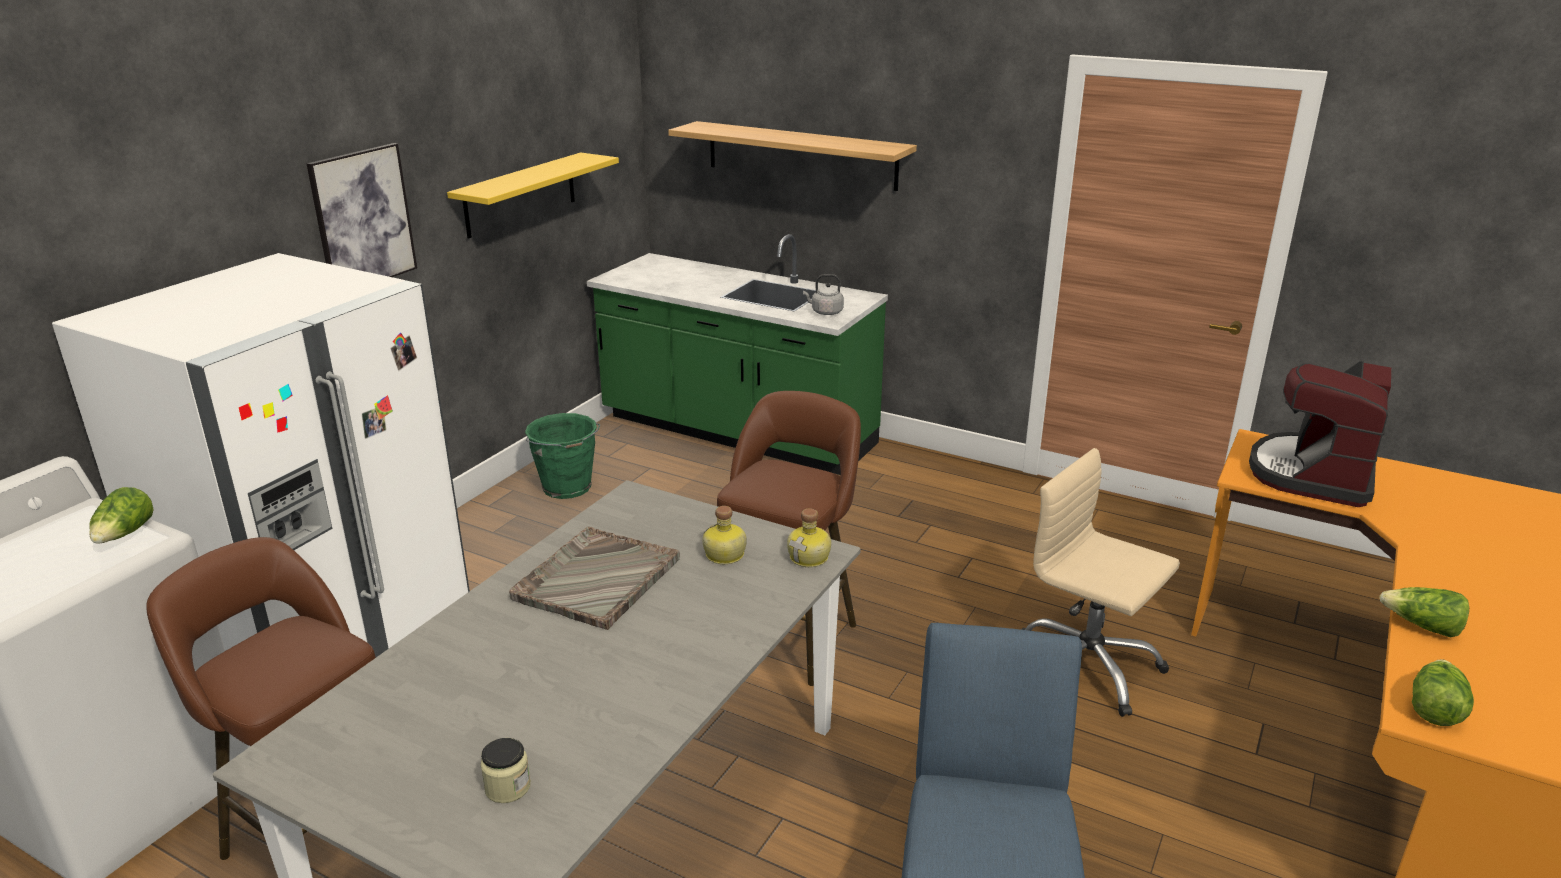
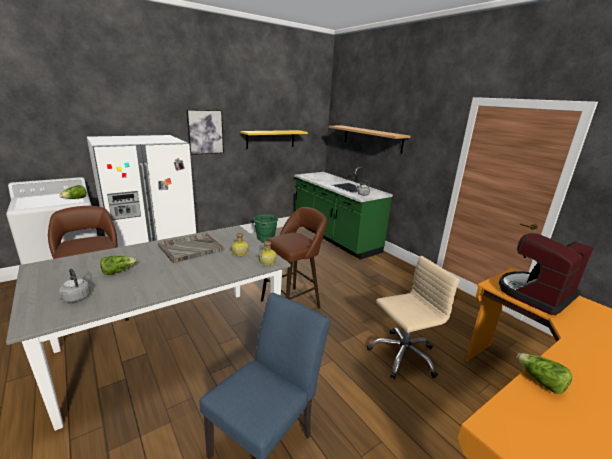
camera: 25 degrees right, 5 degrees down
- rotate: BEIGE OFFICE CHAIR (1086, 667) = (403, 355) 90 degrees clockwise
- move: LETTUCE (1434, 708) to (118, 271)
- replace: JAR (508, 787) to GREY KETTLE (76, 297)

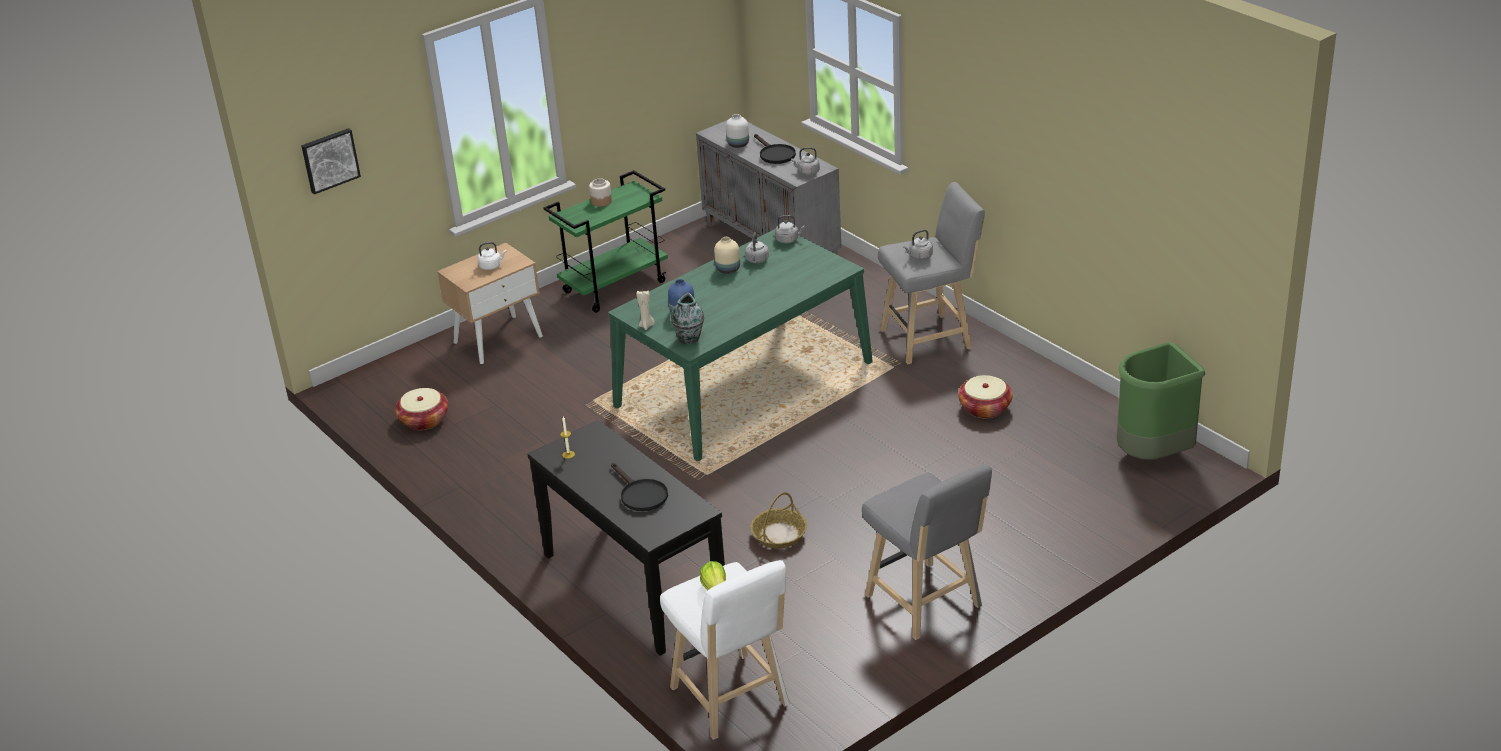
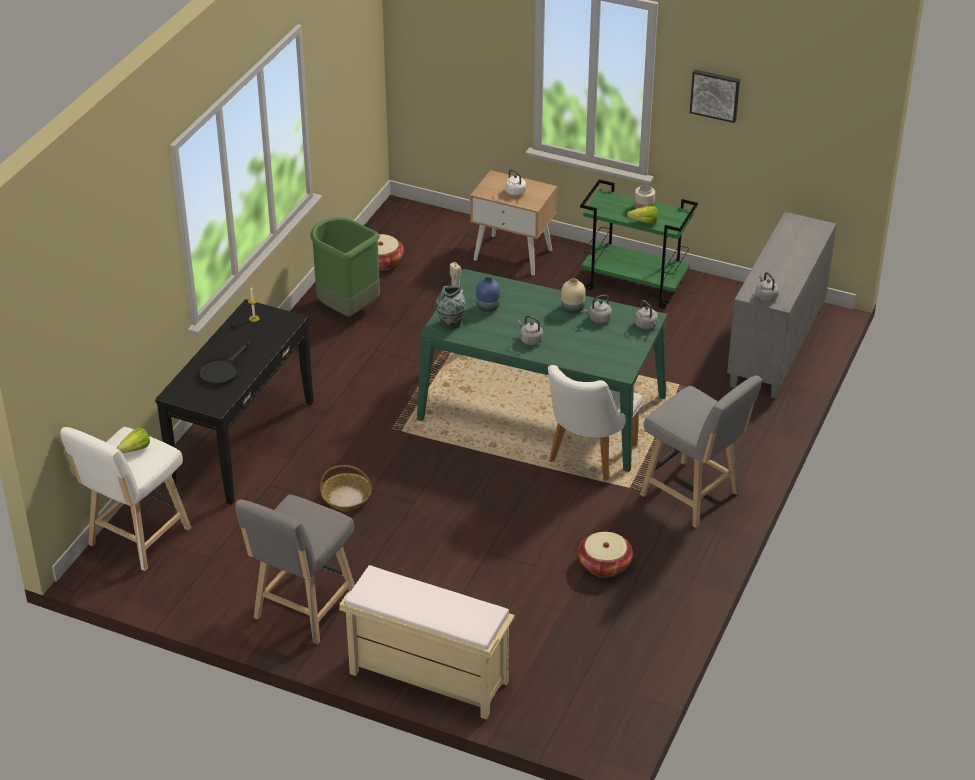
camera: 60 degrees right, 5 degrees up
- delete: WHITE VASE (738, 144)
- move: PICTURE (329, 160) to (715, 94)
- delete: BLACK FRYING PAN (774, 154)
- move: GREY KETTLE (919, 256) to (530, 340)
- move: GREEN TRASH CAN (1153, 454) to (346, 309)
- insert: LETTUCE (641, 222)
- insert: WHITE CHAIR (587, 457)
- insert: BEIGE BENCH (427, 677)

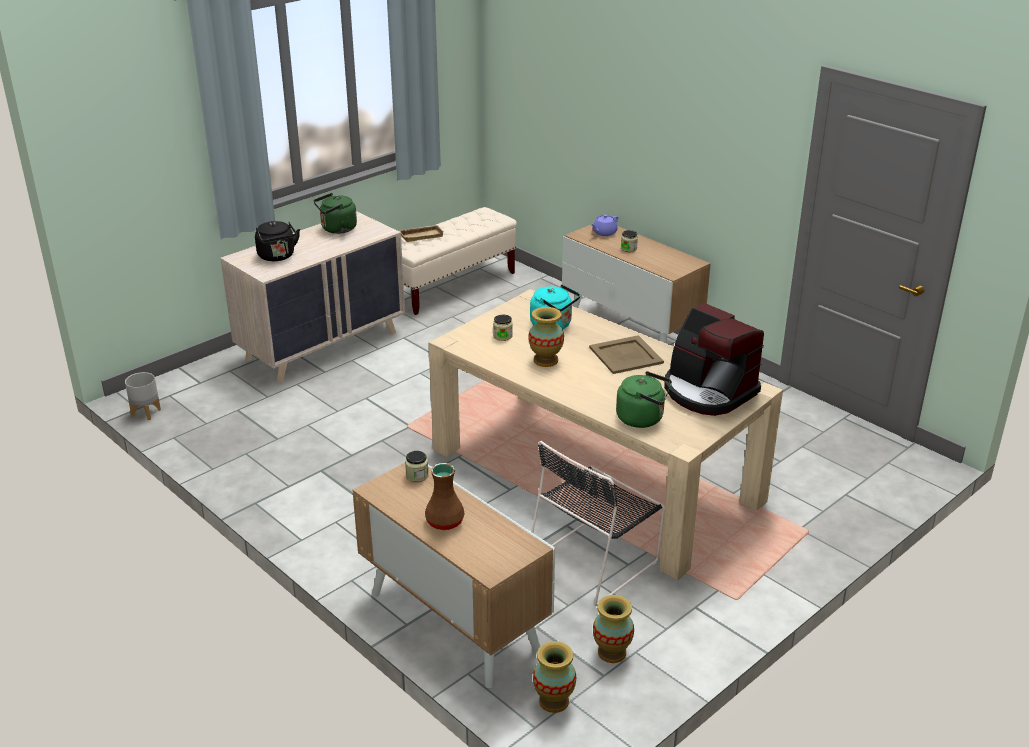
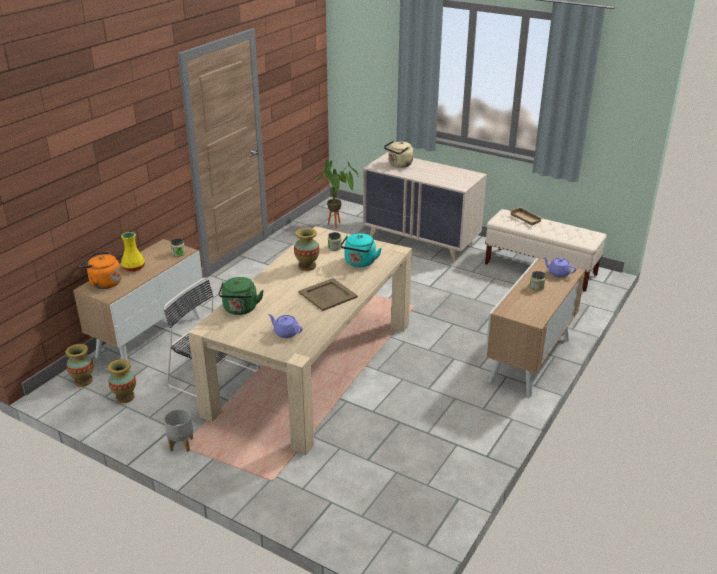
camera: 75 degrees right, 0 degrees up
- delete: GREEN KETTLE (337, 229)
- recolor: BLACK KETTLE (277, 257) to BEIGE KETTLE (399, 165)
- replace: COFFEE MACHINE (708, 391) to PURPLE TEAPOT (286, 333)
- move: GREY PLANTER (145, 413) to (181, 444)
- recolor: BROWN VASE (445, 521) to YELLOW VASE (134, 268)
- insert: POTTED PLANT (337, 226)
- insert: ORANGE KETTLE (103, 283)

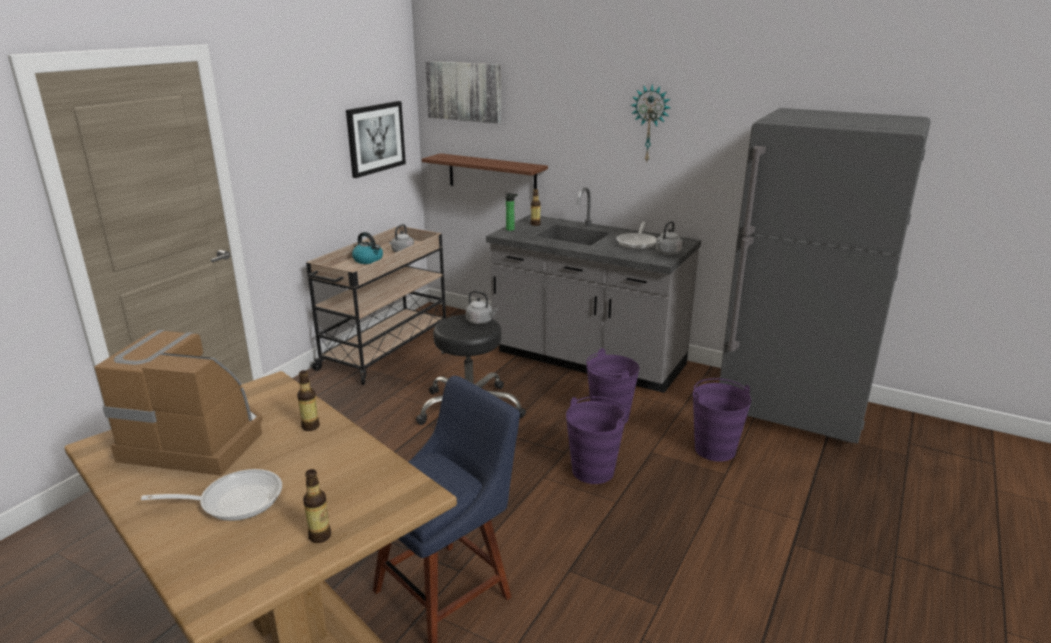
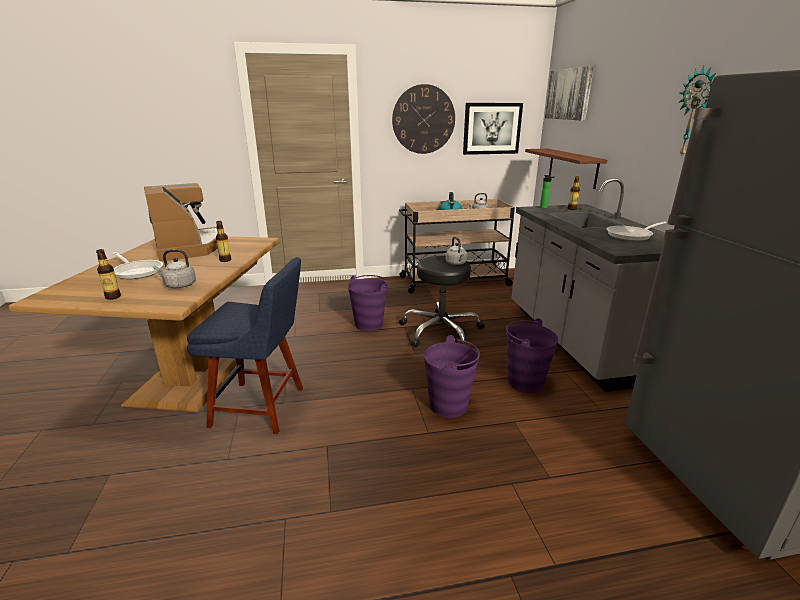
camera: 50 degrees right, 0 degrees up
- move: GREY KETTLE (667, 253) to (178, 285)
- move: PURPLE BUCKET (714, 449) to (369, 324)
- insert: WALL CLOCK (423, 119)

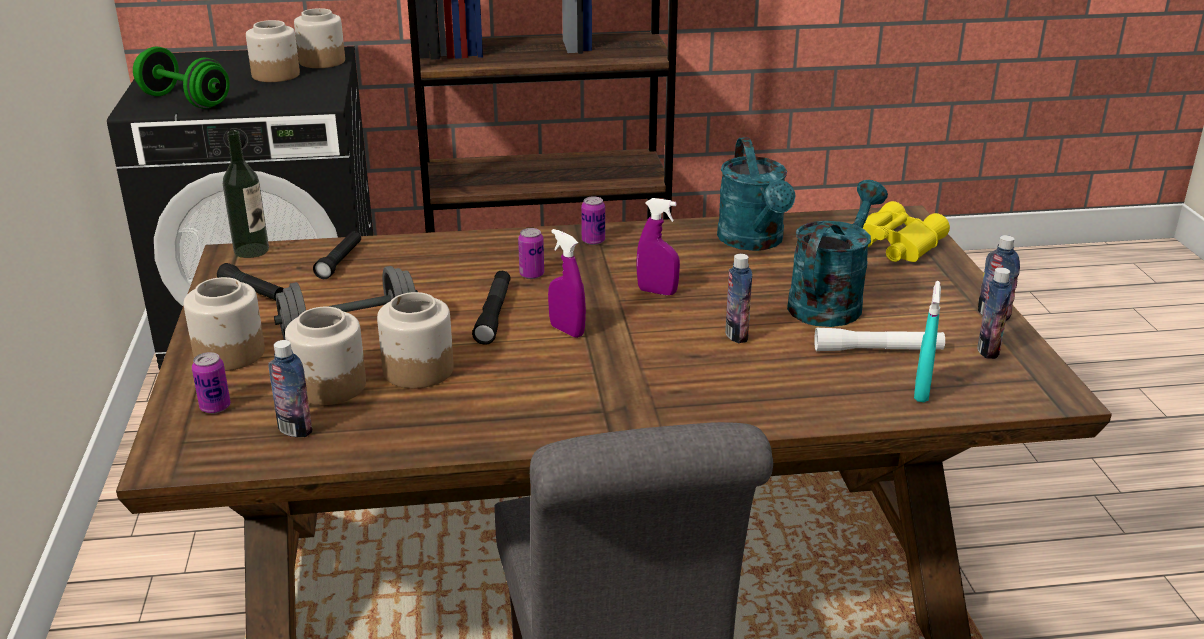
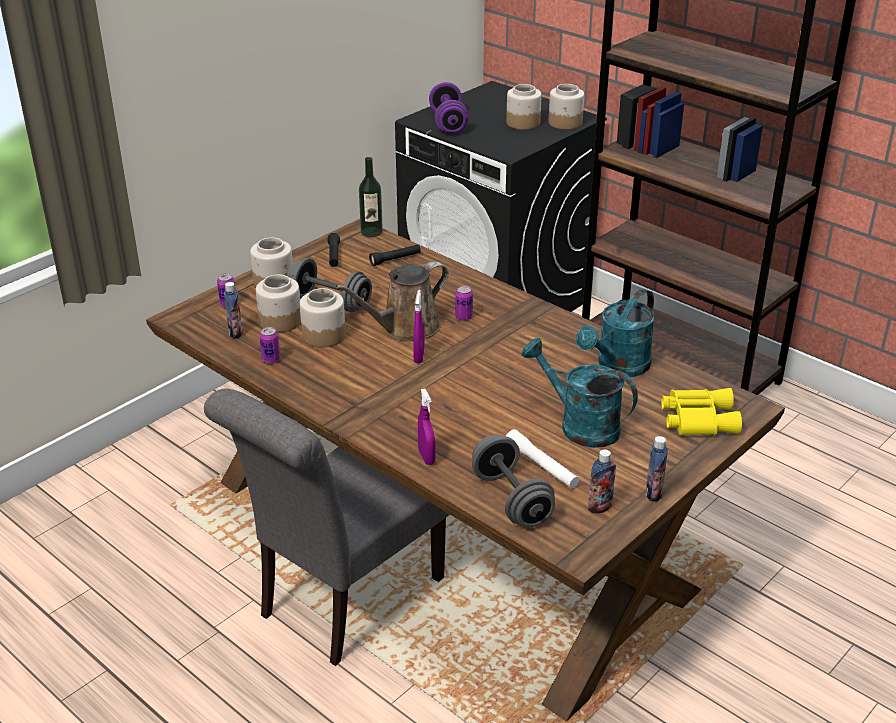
camera: 50 degrees right, 5 degrees up
- recolor: GREEN DUMBBELL (185, 101) to PURPLE DUMBBELL (448, 123)
- rotate: TURQUOISE WATERING CAN (830, 301) = (580, 425) 135 degrees counterclockwise
- move: CAN (593, 241) to (271, 360)
- move: PURPLE SPRAY BOTTLE (657, 292) to (426, 457)
- delete: BOTTLE (736, 335)
- replace: BLACK FLASHLIGHT (494, 314) to BROWN WATERING CAN (405, 328)
- replace: TURQUOISE SPRAY BOTTLE (921, 392) to GREY DUMBBELL (511, 499)

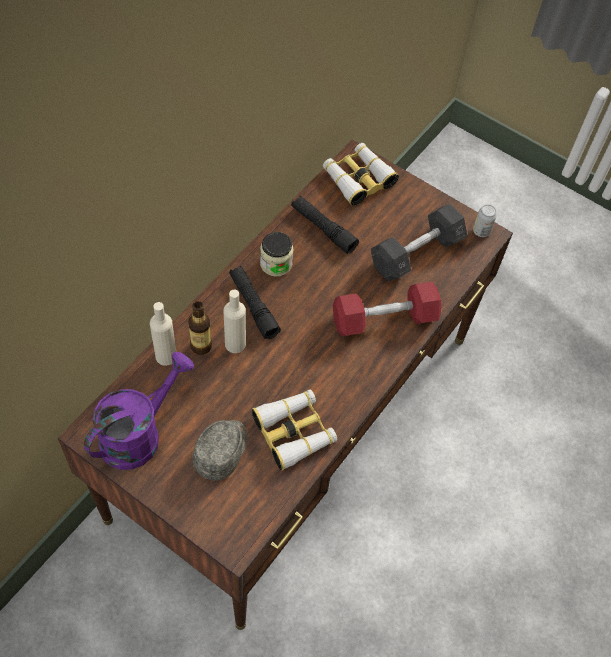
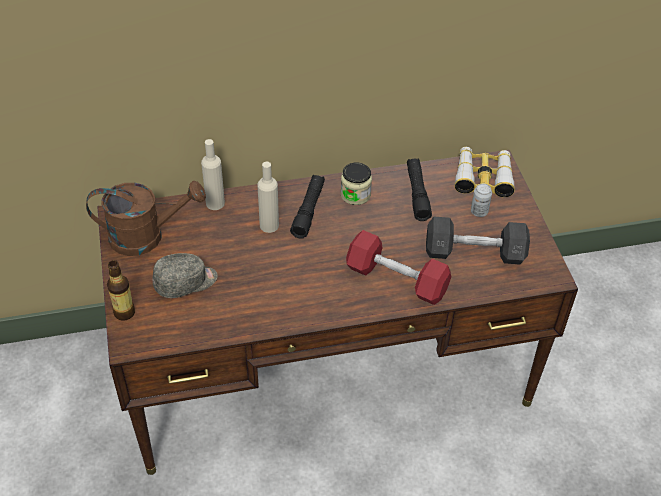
camera: 45 degrees right, 10 degrees down
- move: CAN (481, 231) to (479, 212)
- move: BOTTLE (201, 346) to (124, 312)
- recolor: PURPLE WATERING CAN (139, 433) to BROWN WATERING CAN (146, 236)
- delete: BINOCULARS (294, 432)

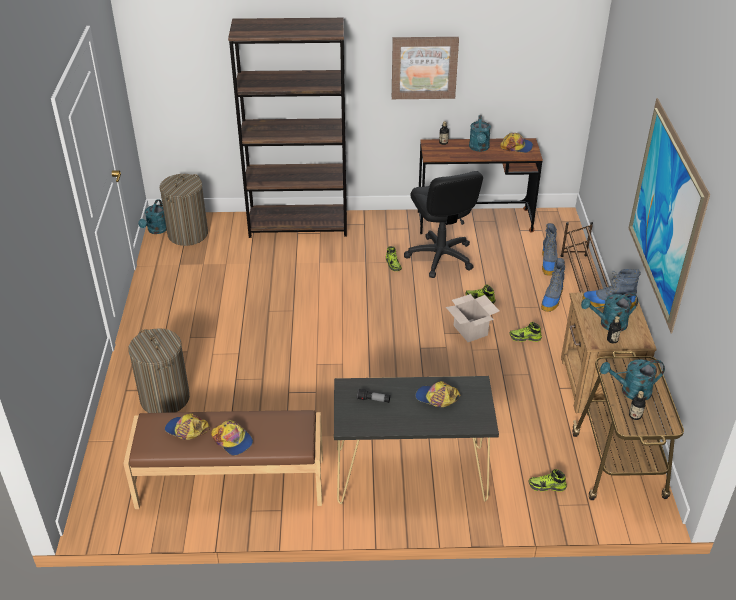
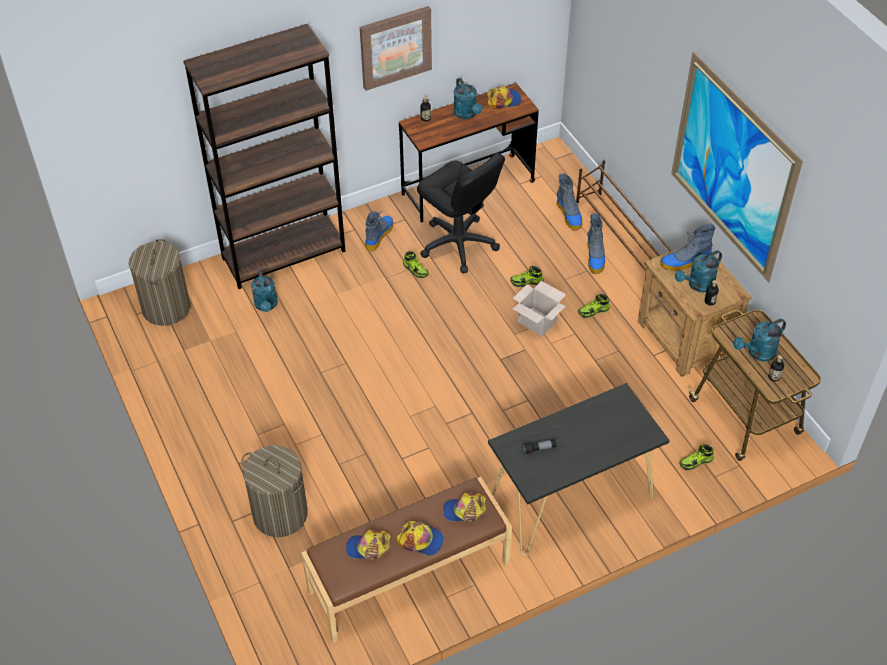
camera: 25 degrees left, 10 degrees up
- move: TURQUOISE WATERING CAN (156, 230) to (266, 305)
- move: CAP (436, 398) to (464, 510)
- insert: BOOT (379, 235)

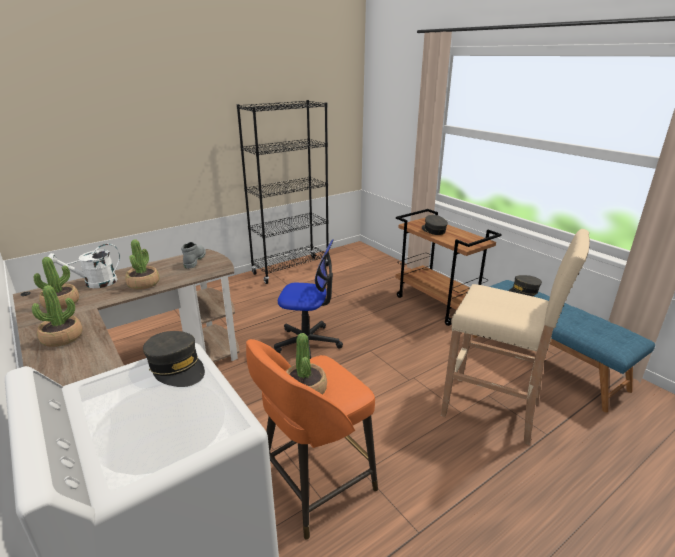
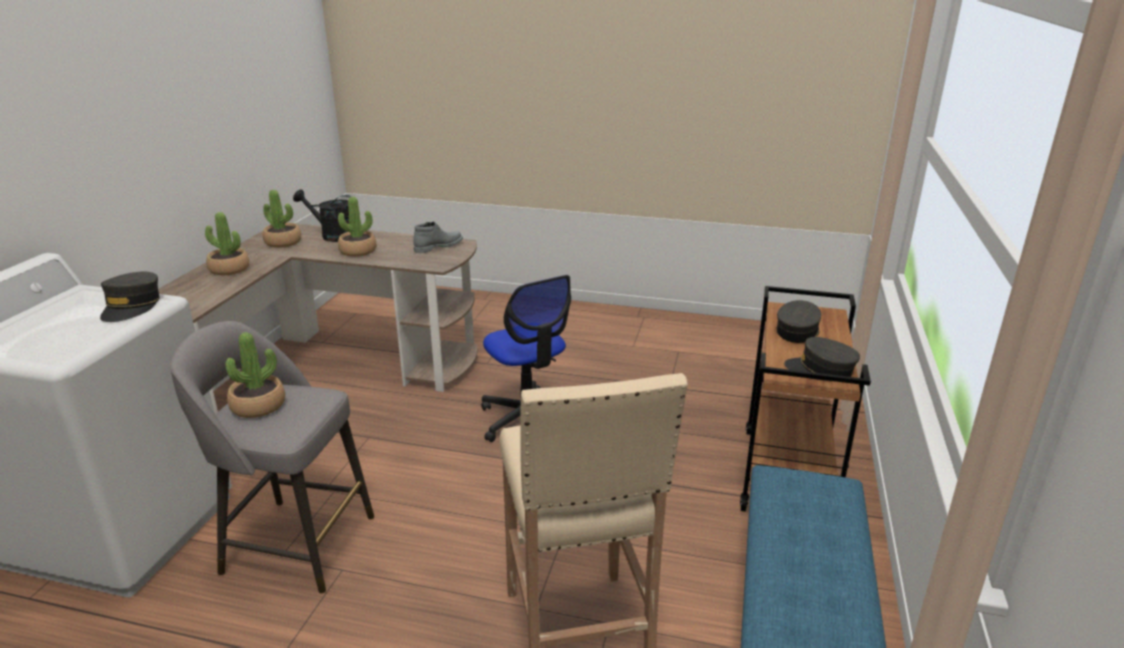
camera: 50 degrees right, 0 degrees up
- delete: BLACK BOOKCASE (291, 270)
- recolor: WHITE WATERING CAN (95, 283) to BLACK WATERING CAN (332, 235)
- move: GREY CAP (523, 292) to (821, 370)
- recolor: ORANGE STOOL (314, 485) to GREY STOOL (295, 543)

